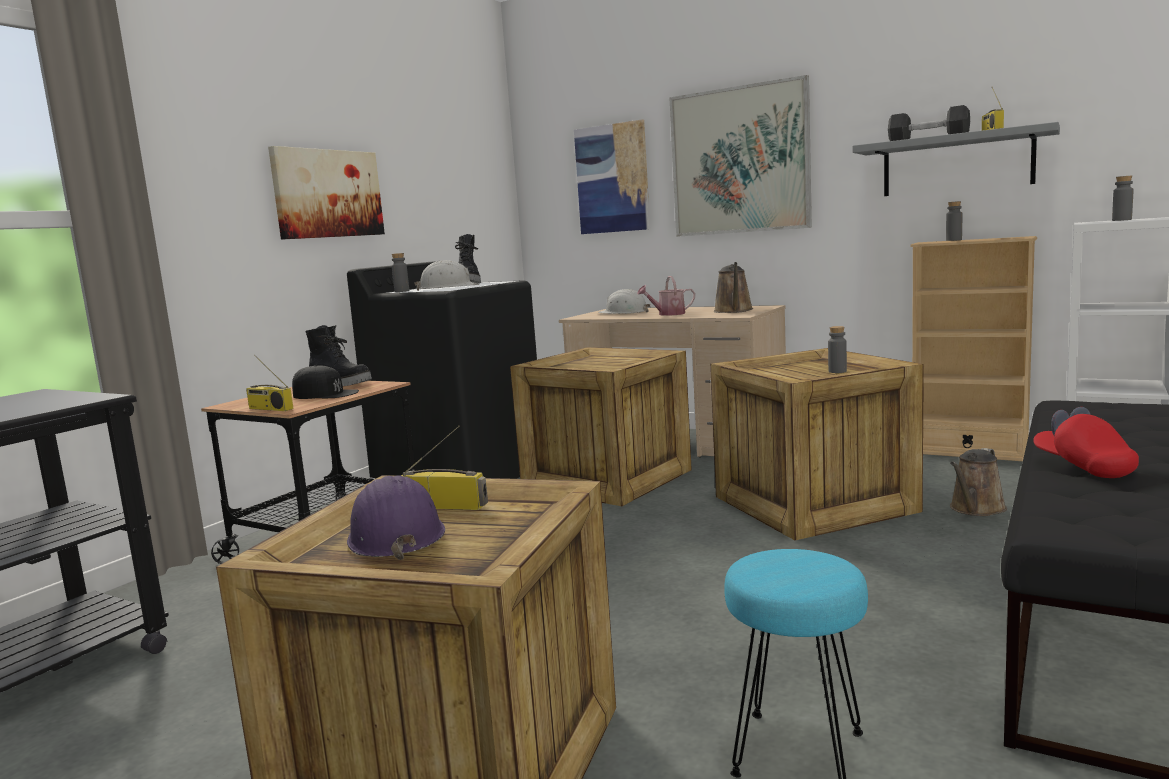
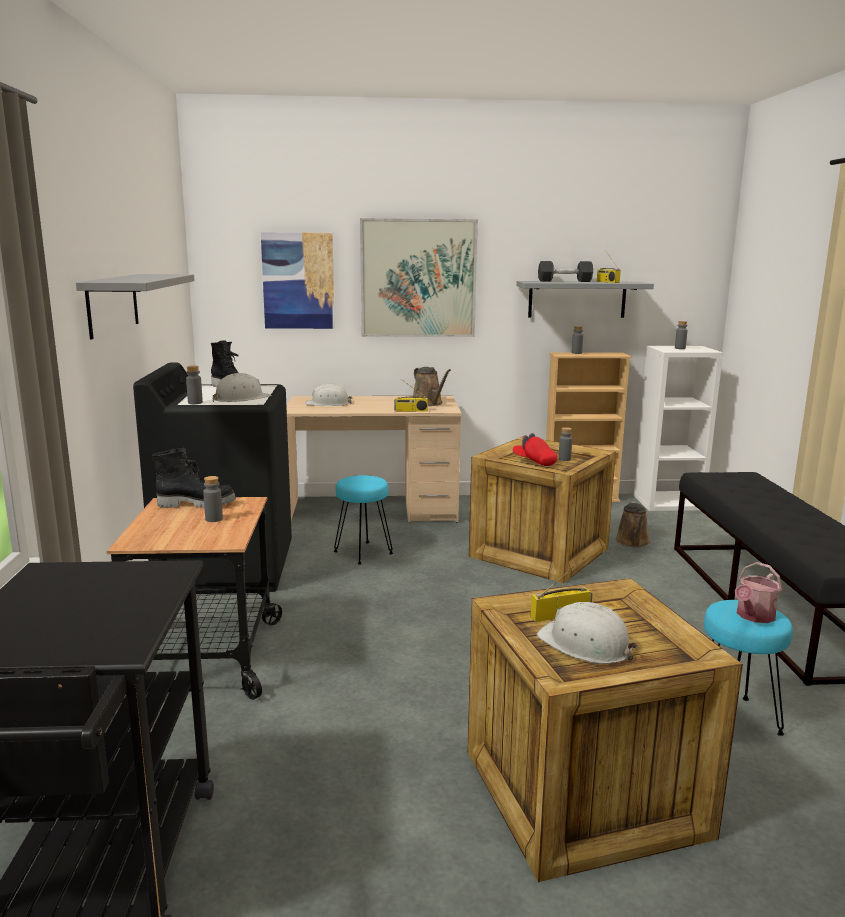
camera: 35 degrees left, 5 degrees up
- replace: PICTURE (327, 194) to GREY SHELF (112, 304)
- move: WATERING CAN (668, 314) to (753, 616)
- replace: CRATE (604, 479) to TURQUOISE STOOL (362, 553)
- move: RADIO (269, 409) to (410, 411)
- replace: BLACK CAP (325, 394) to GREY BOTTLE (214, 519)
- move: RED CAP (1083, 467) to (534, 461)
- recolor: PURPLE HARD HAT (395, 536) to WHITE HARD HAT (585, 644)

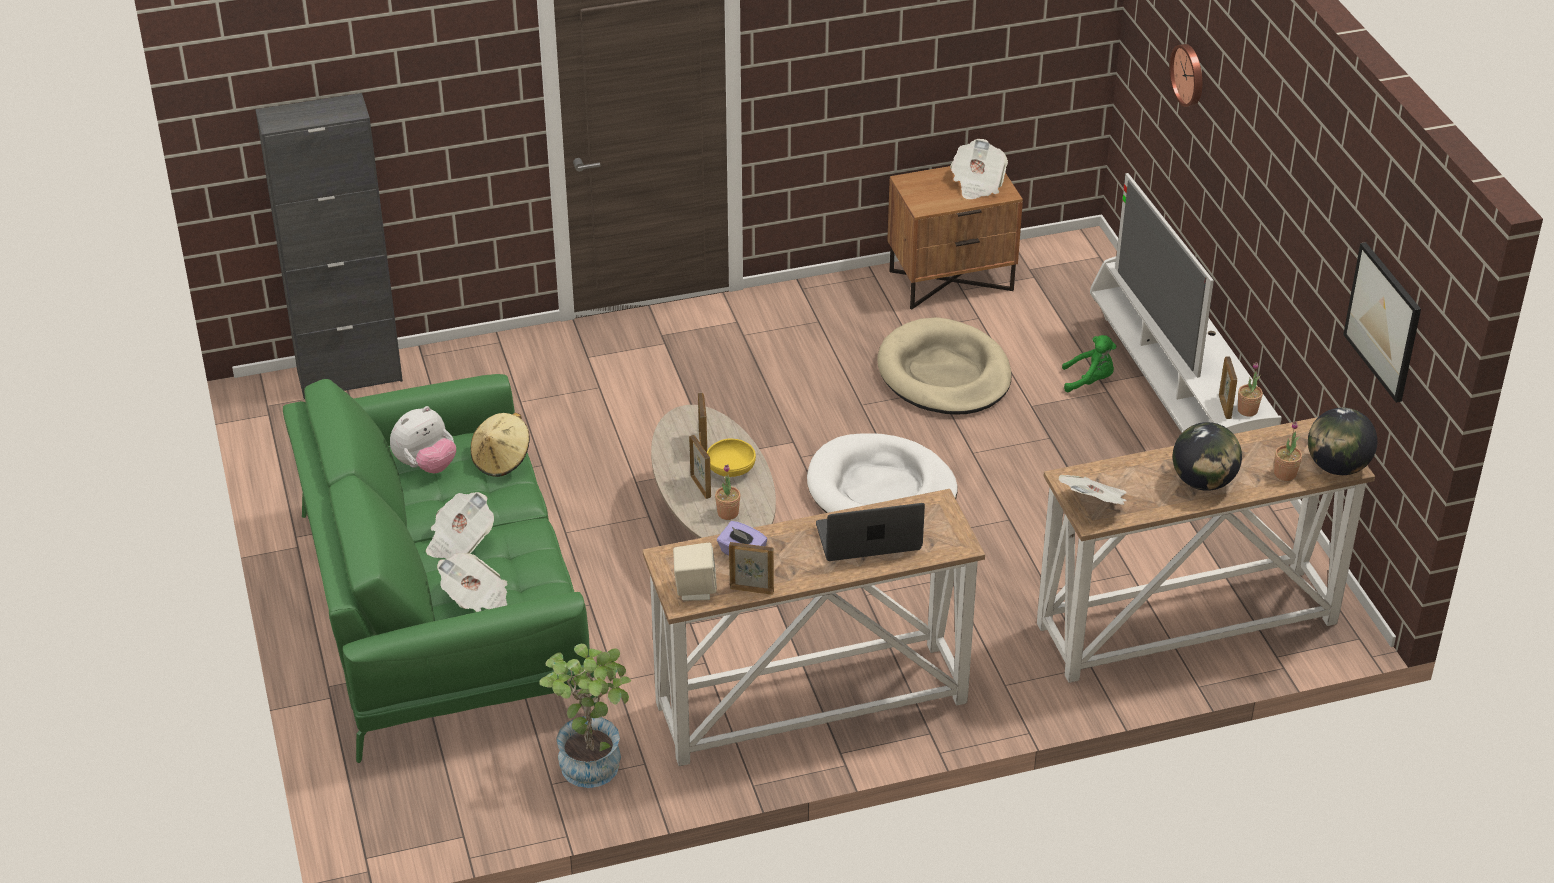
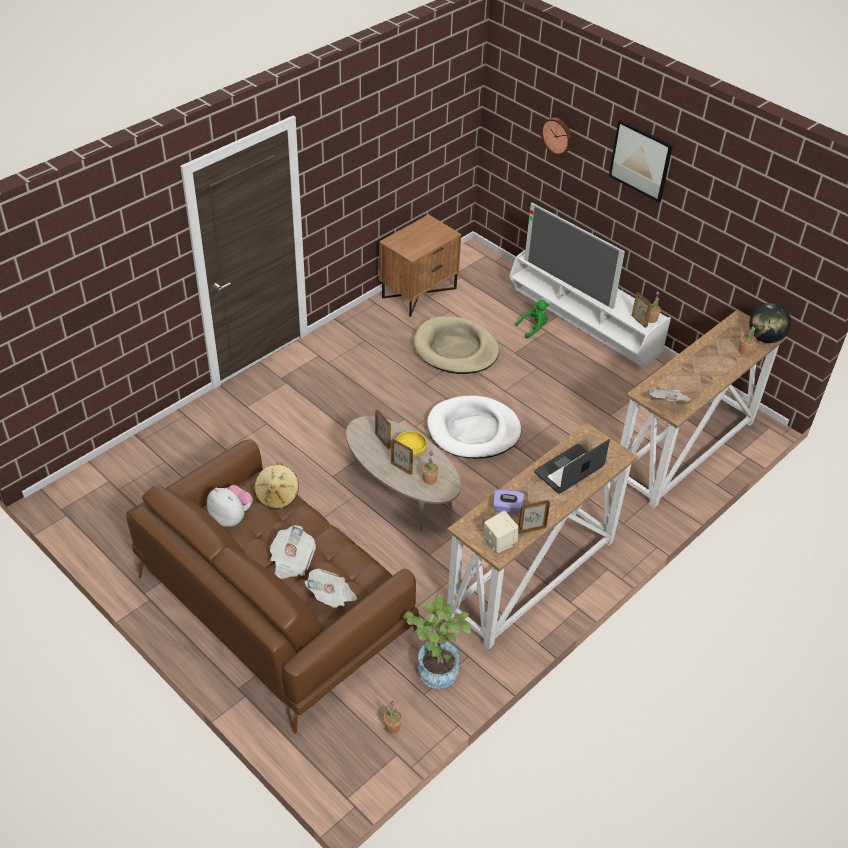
camera: 30 degrees left, 5 degrees up
- delete: BLACK CABINET (350, 376)
- delete: NEWSPAPER (977, 183)
- move: PICTURE (1383, 321) to (640, 160)
- recolor: GREEN SOFA (443, 607) to BROWN SOFA (274, 603)
- rotate: PLUSH TOY (426, 465) = (231, 517) 75 degrees counterclockwise
- delete: GLOBE (1203, 482)
- insert: POTTED PLANT (392, 726)

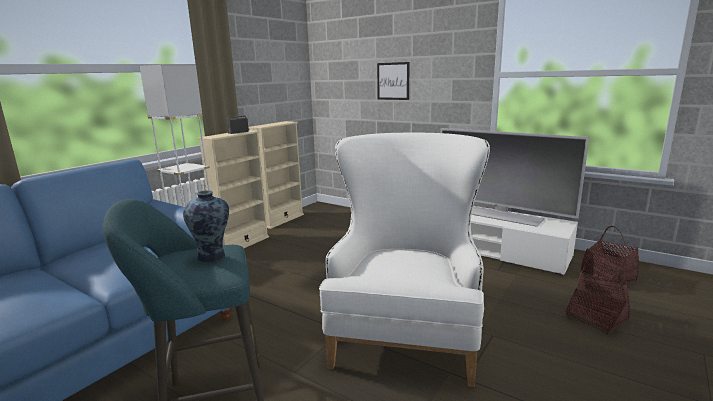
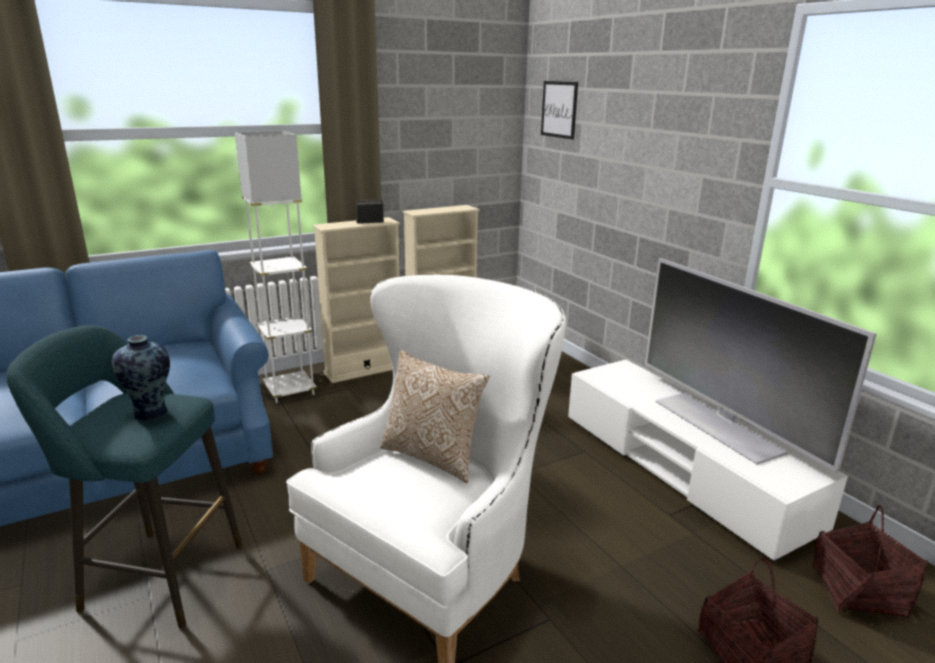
camera: 25 degrees right, 5 degrees up
- move: PICTURE (393, 81) to (559, 109)
- insert: PILLOW (433, 456)

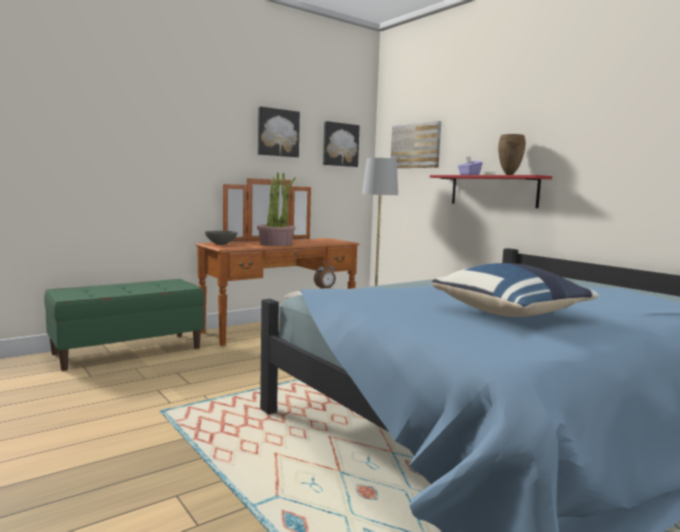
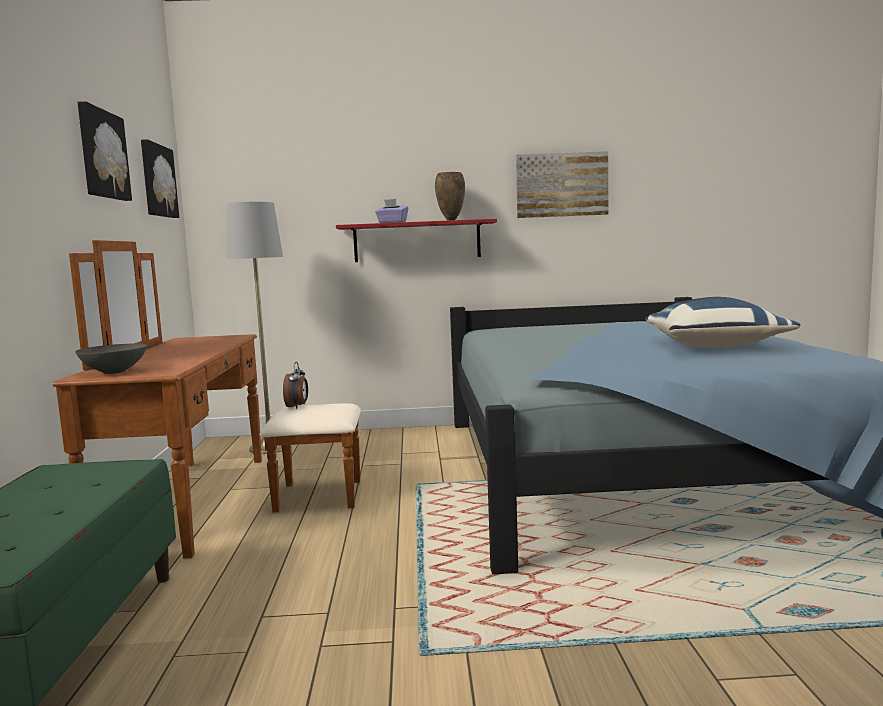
camera: 55 degrees left, 0 degrees up
- move: PICTURE (415, 146) to (561, 185)
- delete: POTTED PLANT (276, 244)

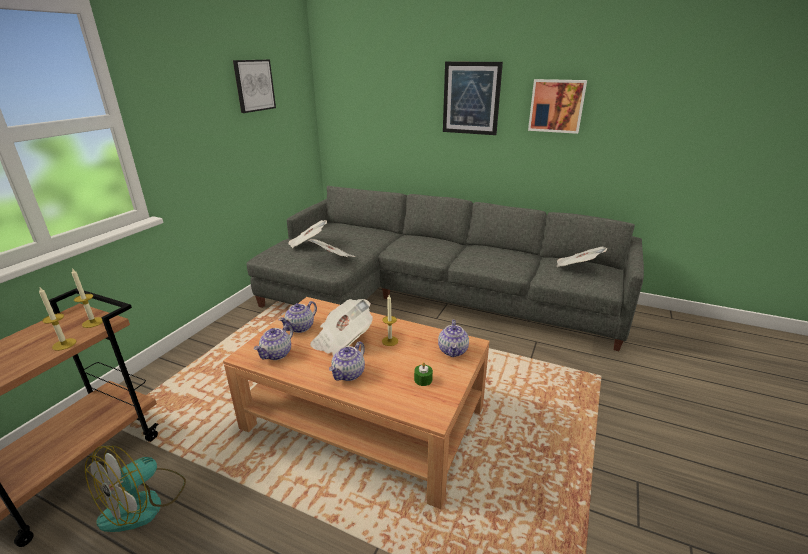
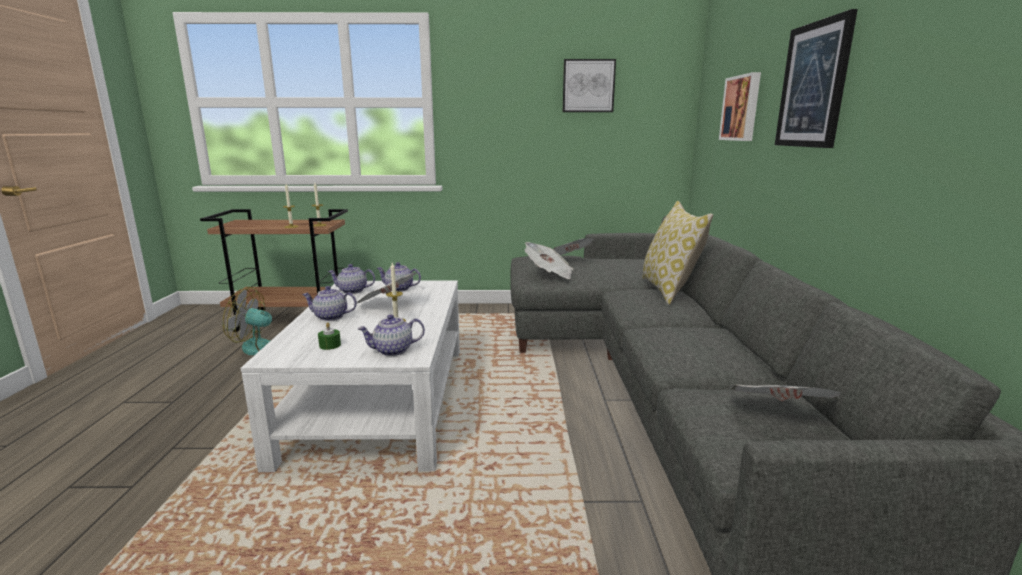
camera: 65 degrees right, 10 degrees down
- move: PICTURE (556, 106) to (742, 108)
- recolor: BROWN COFFEE TABLE (365, 418) to WHITE COFFEE TABLE (380, 401)
- insert: PILLOW (669, 290)

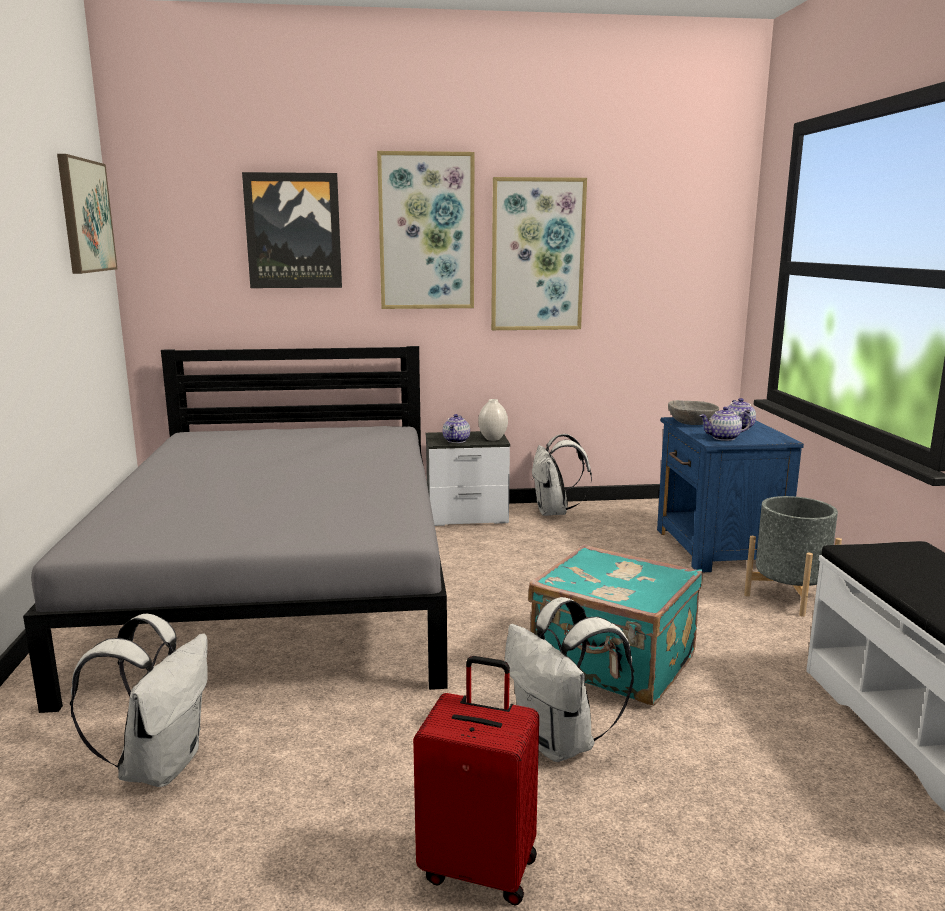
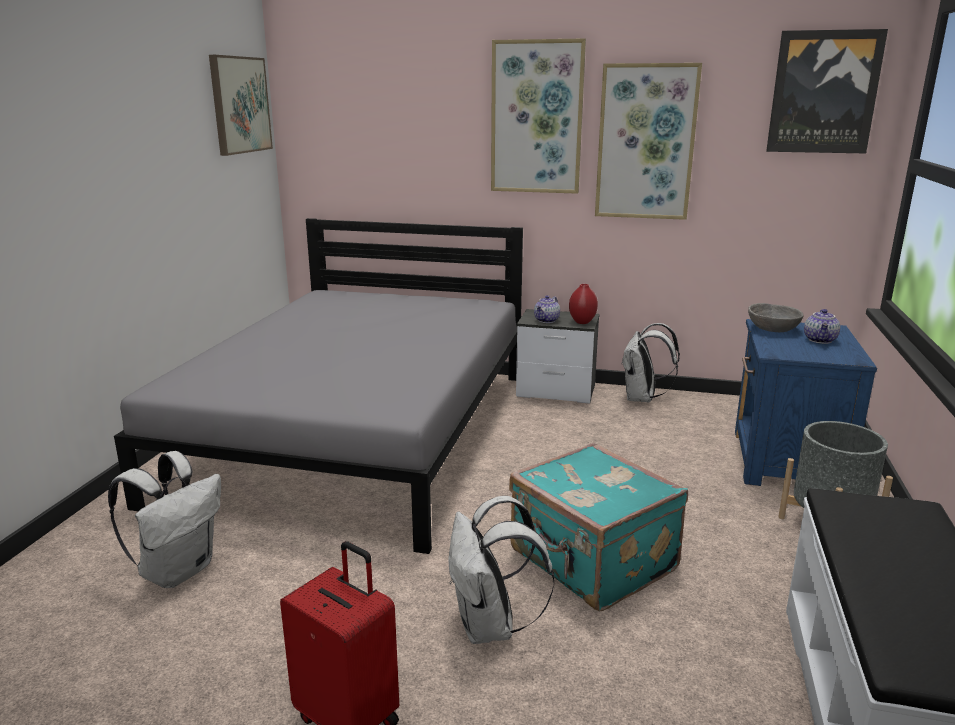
camera: 20 degrees right, 5 degrees up
- move: PICTURE (293, 231) to (823, 92)
- recolor: WHITE VASE (493, 439) to RED VASE (582, 322)
- delete: TEAPOT (723, 438)

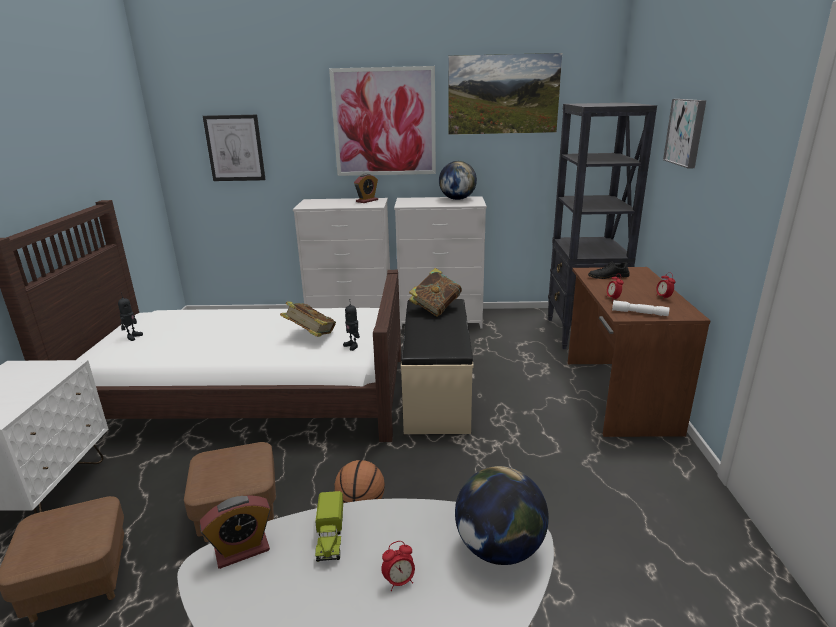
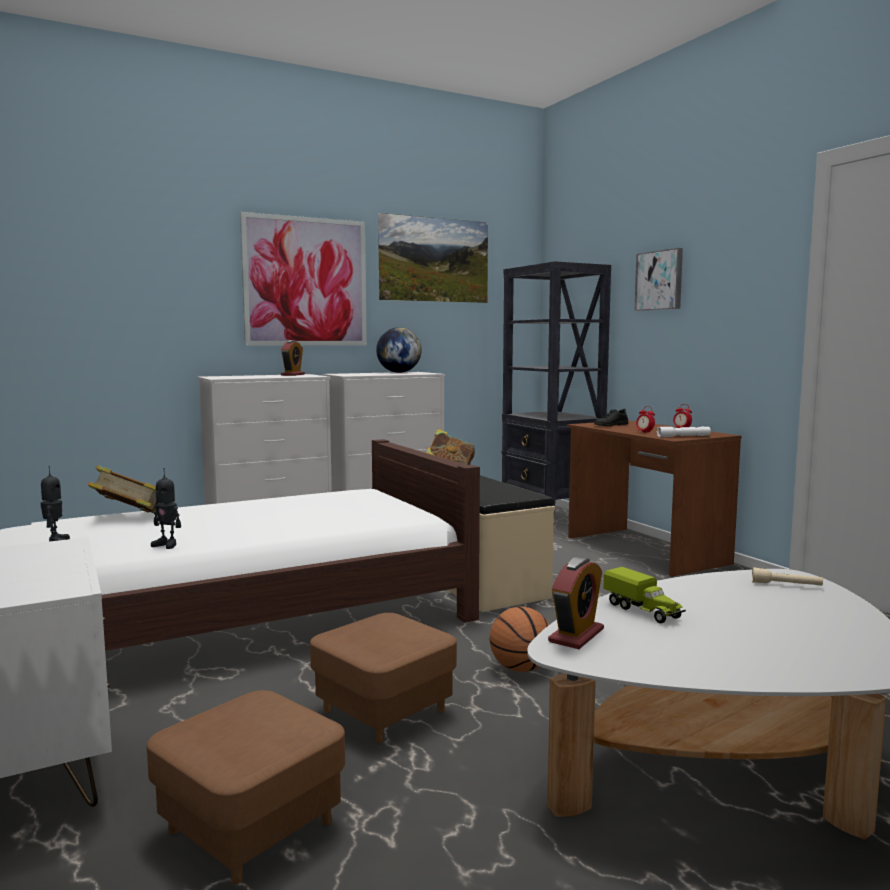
camera: 30 degrees left, 15 degrees down
- delete: PICTURE (235, 148)
- move: TOY ROBOT (352, 346) to (167, 545)
- move: BOOK (310, 336) to (127, 517)
- replace: GLOBE (499, 549) to BEIGE FLASHLIGHT (786, 585)
- delete: ALARM CLOCK (399, 581)

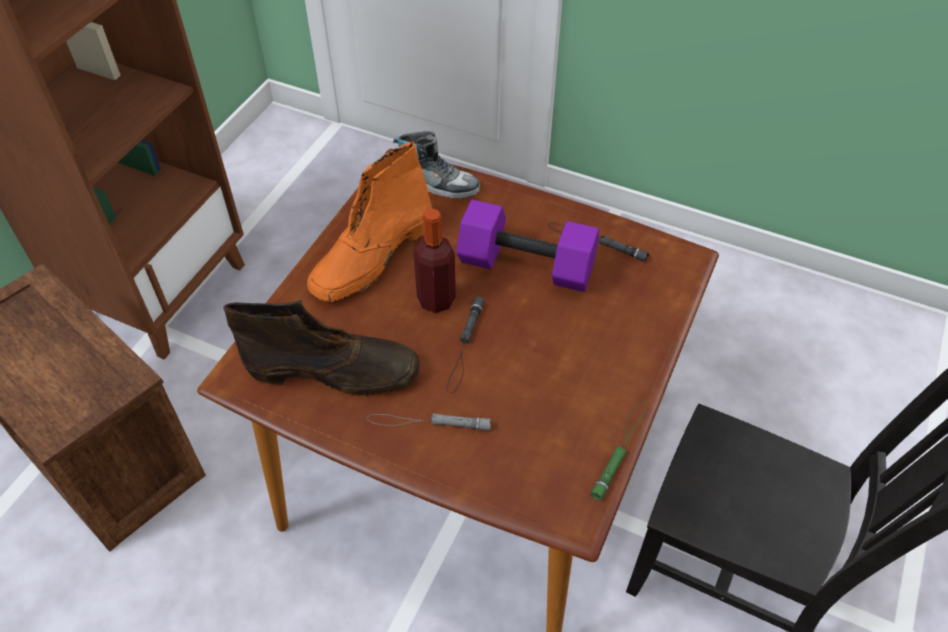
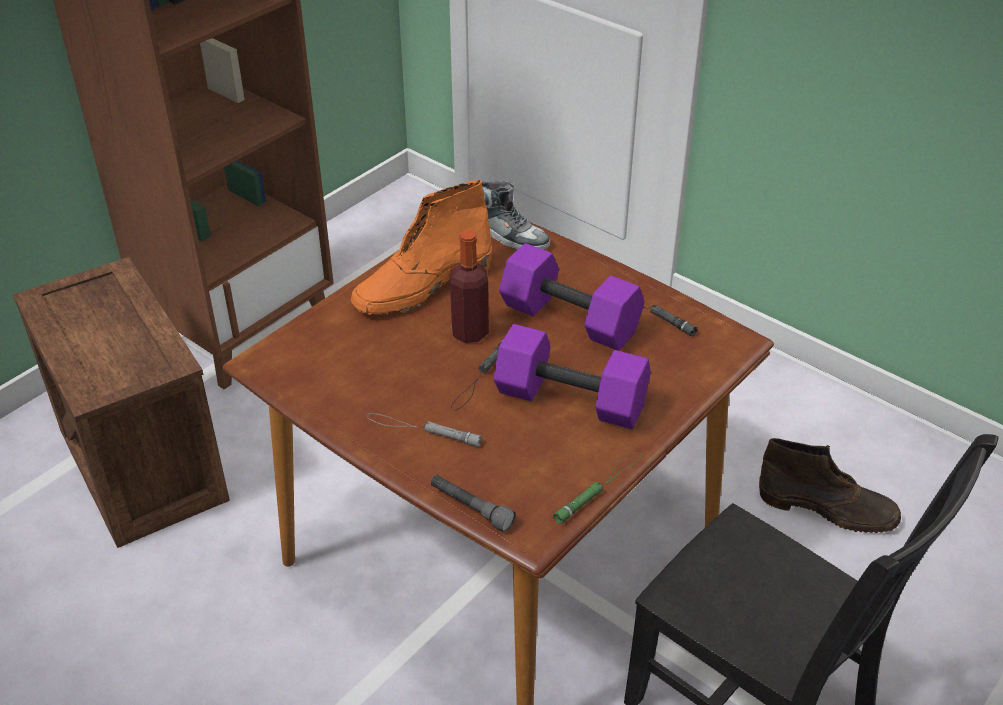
camera: 15 degrees right, 10 degrees down
- move: BROWN BOOT (334, 370) to (828, 508)
- insert: PURPLE DUMBBELL (573, 398)
- insert: GREY FLASHLIGHT (471, 508)

